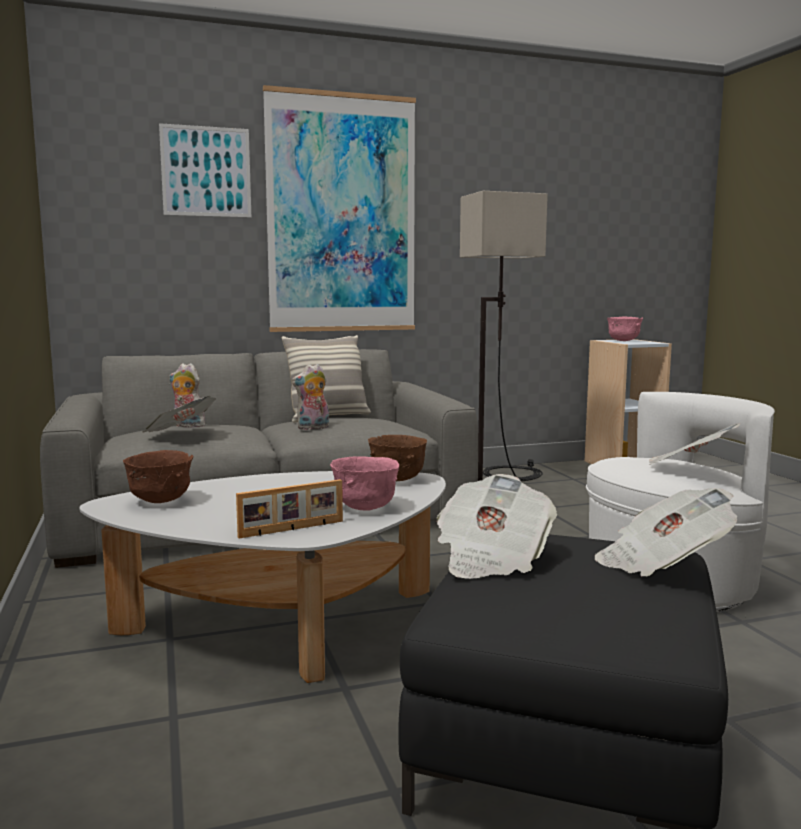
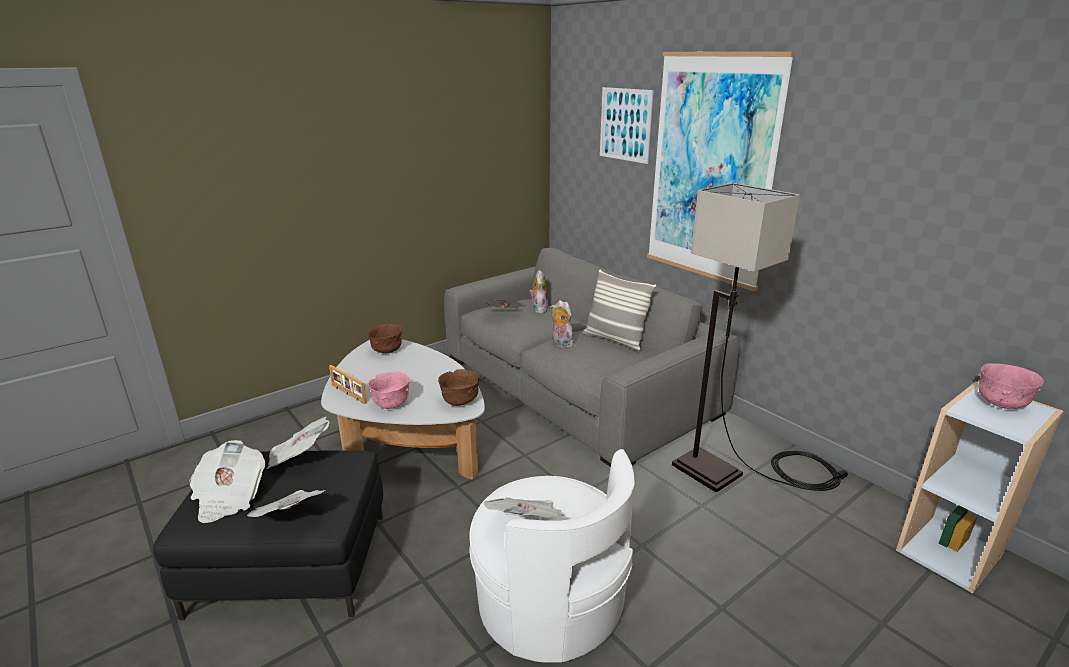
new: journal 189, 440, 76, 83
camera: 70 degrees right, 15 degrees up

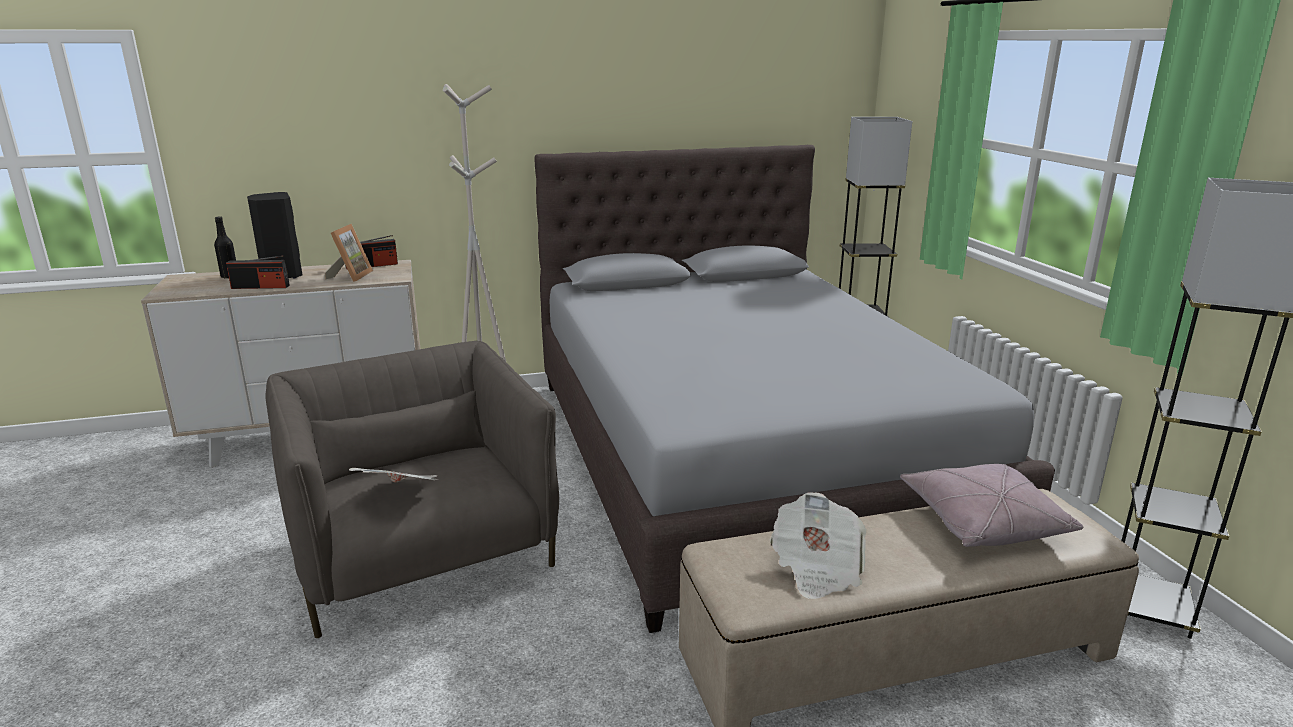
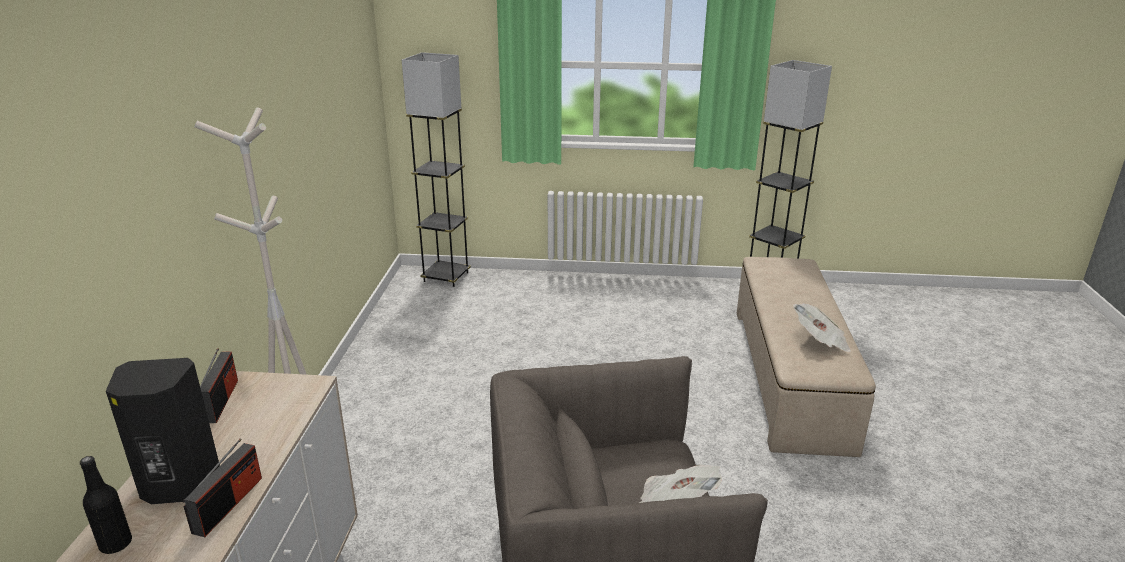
gone: cadre photo 324, 224, 49, 58; lit (gris) 535, 145, 520, 488; coussin (violet) 900, 464, 183, 83
camera: 70 degrees left, 5 degrees up

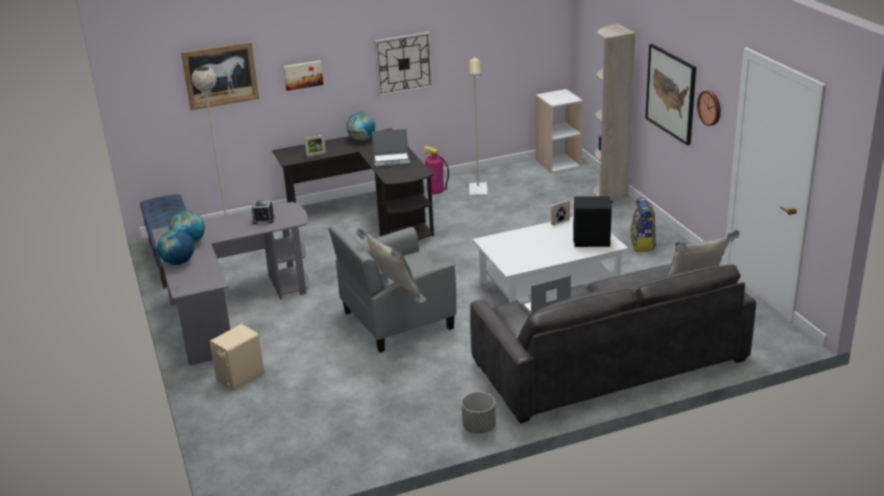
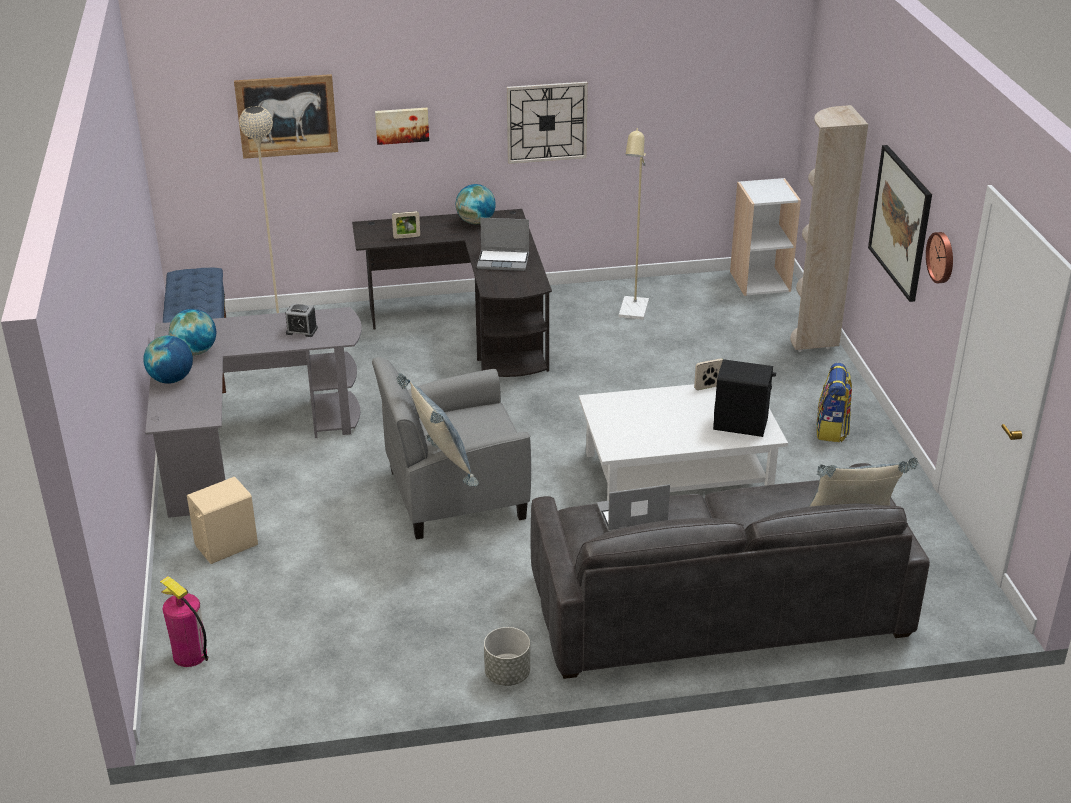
shifted: extincteur 423, 146, 26, 48 to 160, 576, 49, 91
camera: 10 degrees right, 5 degrees up

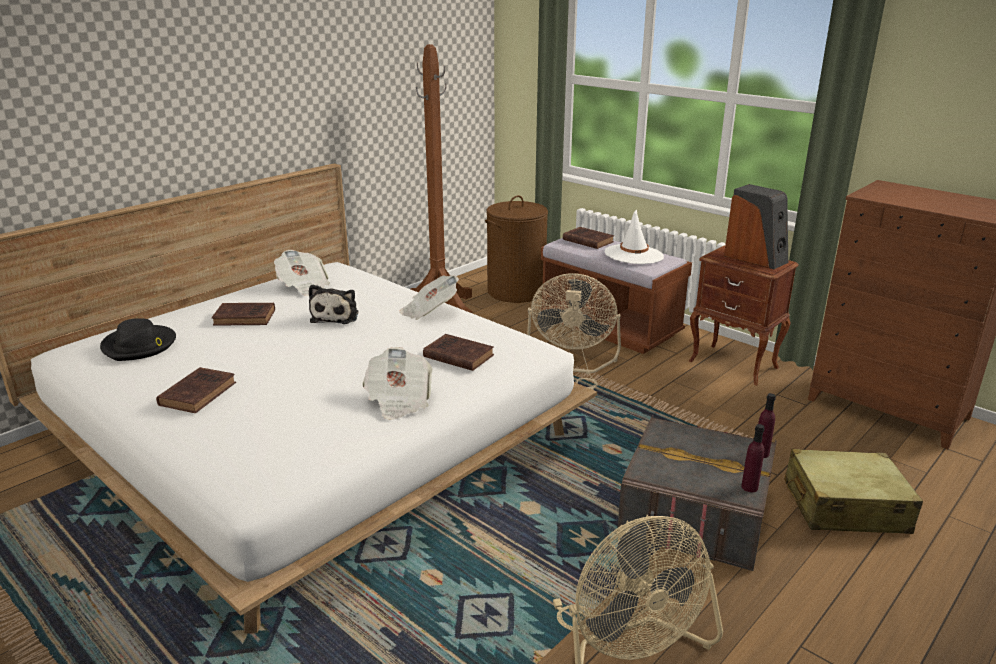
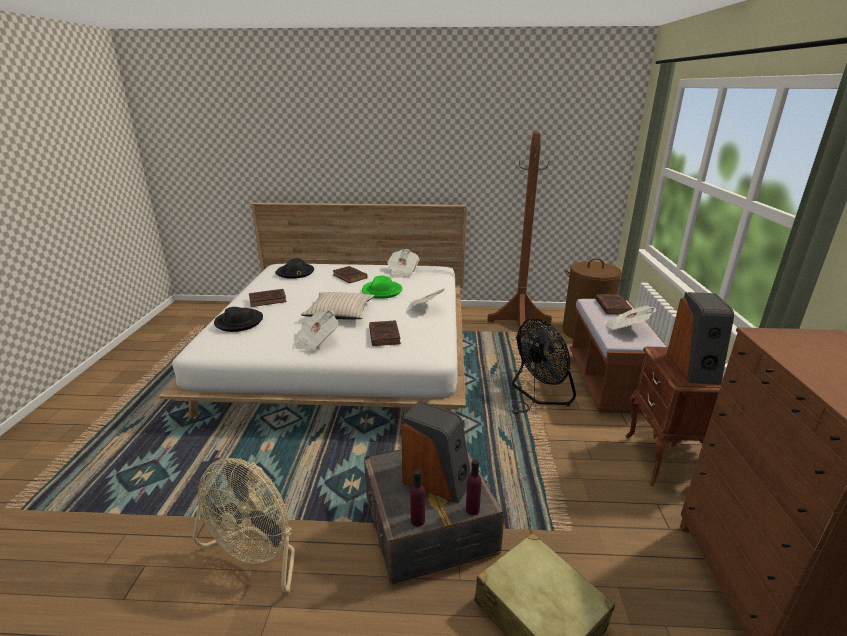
new: chapeau (noir) 214, 307, 49, 25; coussin (beige) 301, 292, 73, 27; enceinte 401, 400, 70, 103
swapped: peluche 309, 284, 50, 40 to chapeau (vert) 362, 275, 40, 24; chapeau (blanc) 605, 209, 59, 55 to journal 604, 306, 52, 24
repainted: ventilateur (beige) 527, 273, 94, 117 to ventilateur (noir) 512, 319, 64, 95
camera: 50 degrees right, 0 degrees up

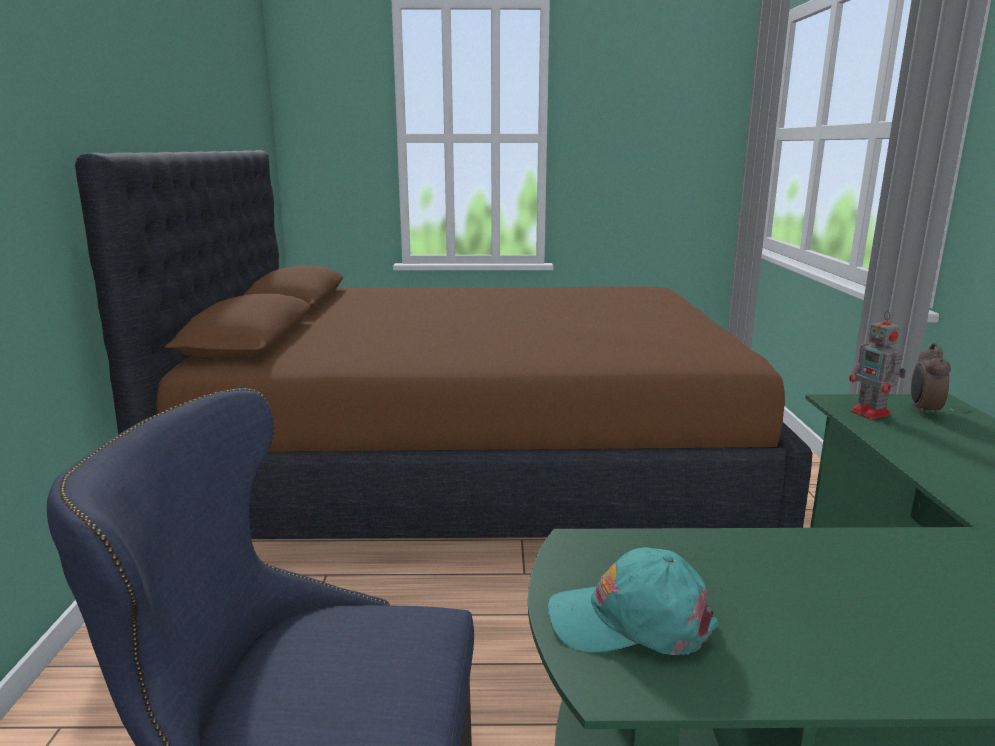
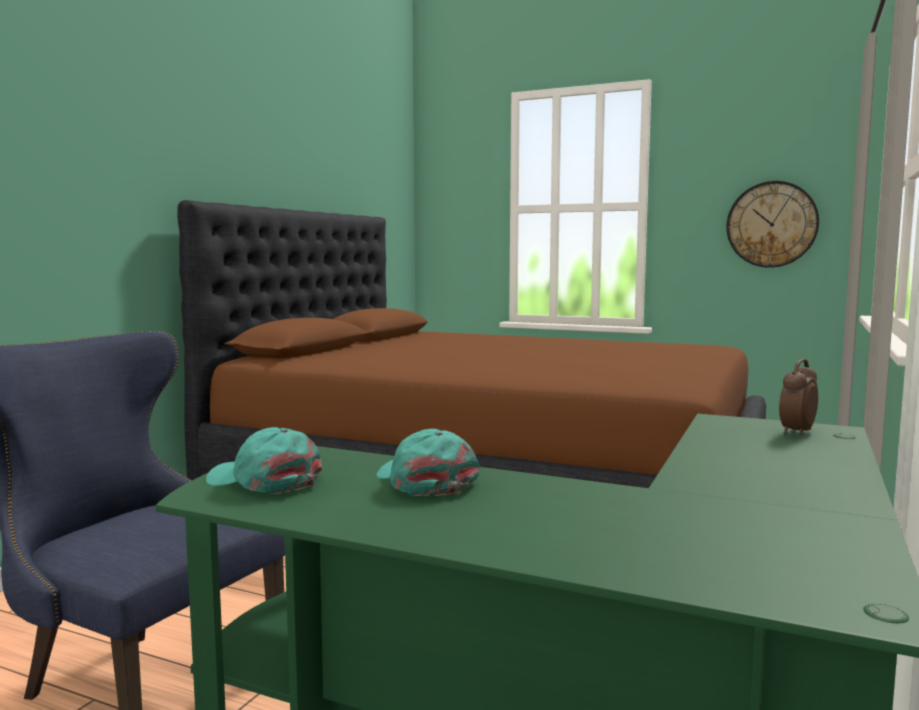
gone: robot jouet 849, 311, 57, 108
new: casquette (turquoise) 377, 429, 103, 67; horloge murale 726, 181, 93, 87
camera: 25 degrees right, 10 degrees down

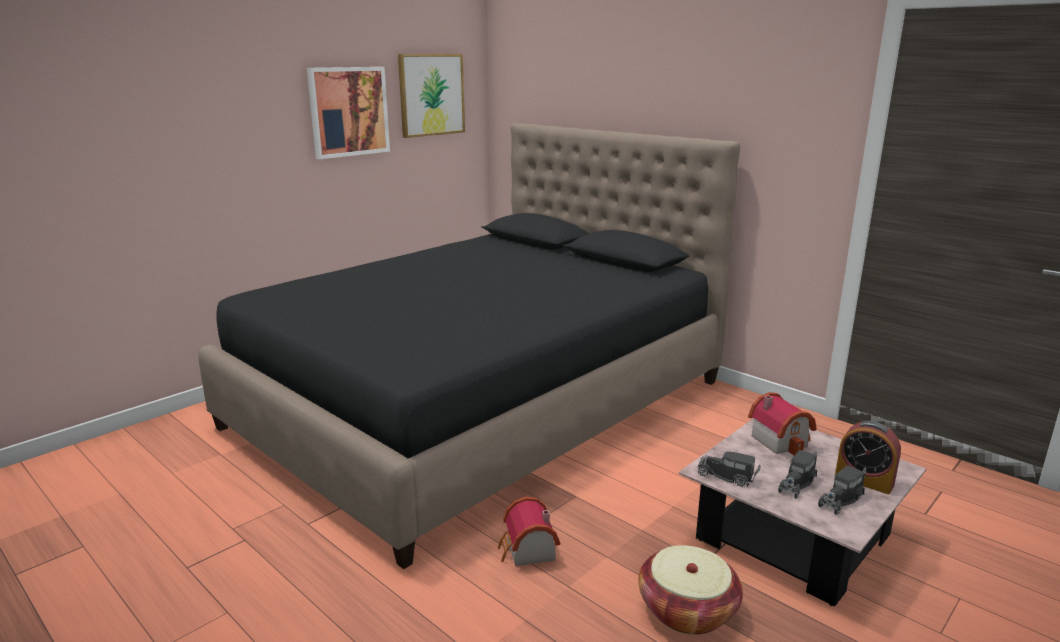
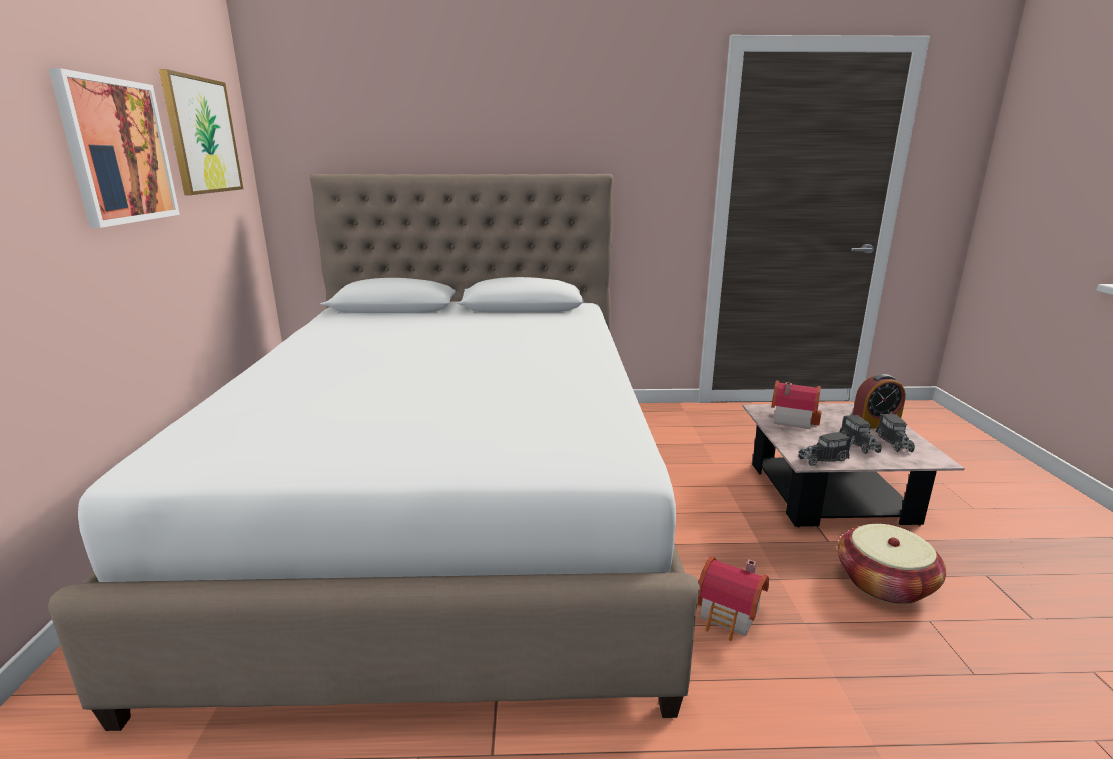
repainted: lit (noir) 198, 123, 542, 446 to lit (blanc) 48, 174, 652, 557
camera: 45 degrees left, 0 degrees up

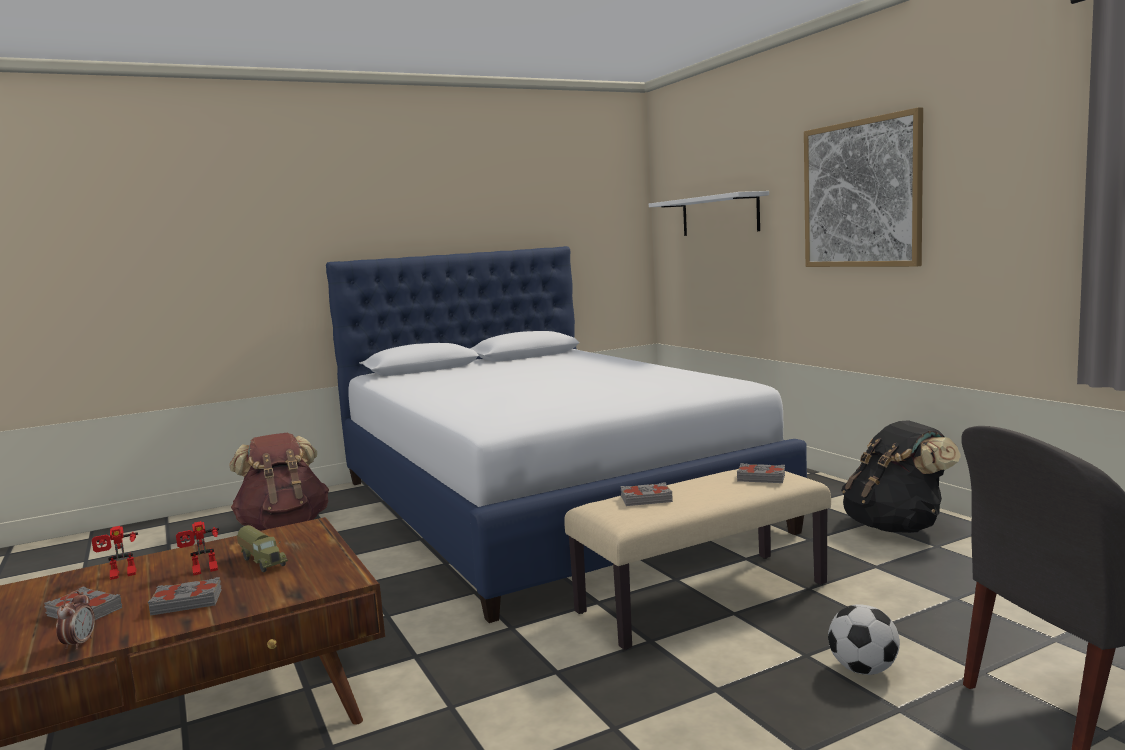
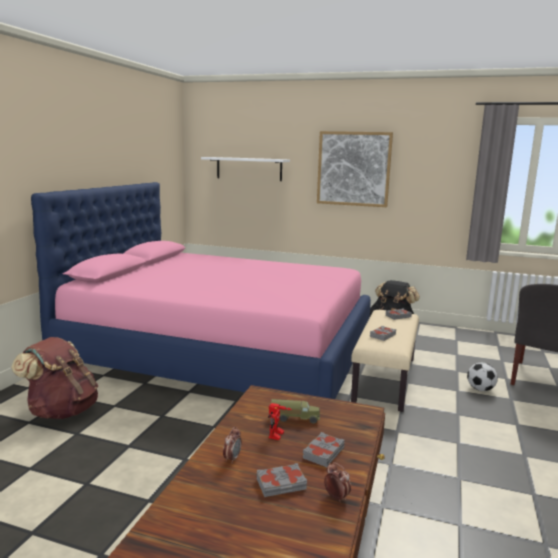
swapped: robot jouet 92, 526, 46, 54 to réveil 223, 427, 19, 37
repainted: lit (blanc) 326, 246, 481, 377 to lit (rose) 31, 182, 340, 217
camera: 45 degrees left, 5 degrees up

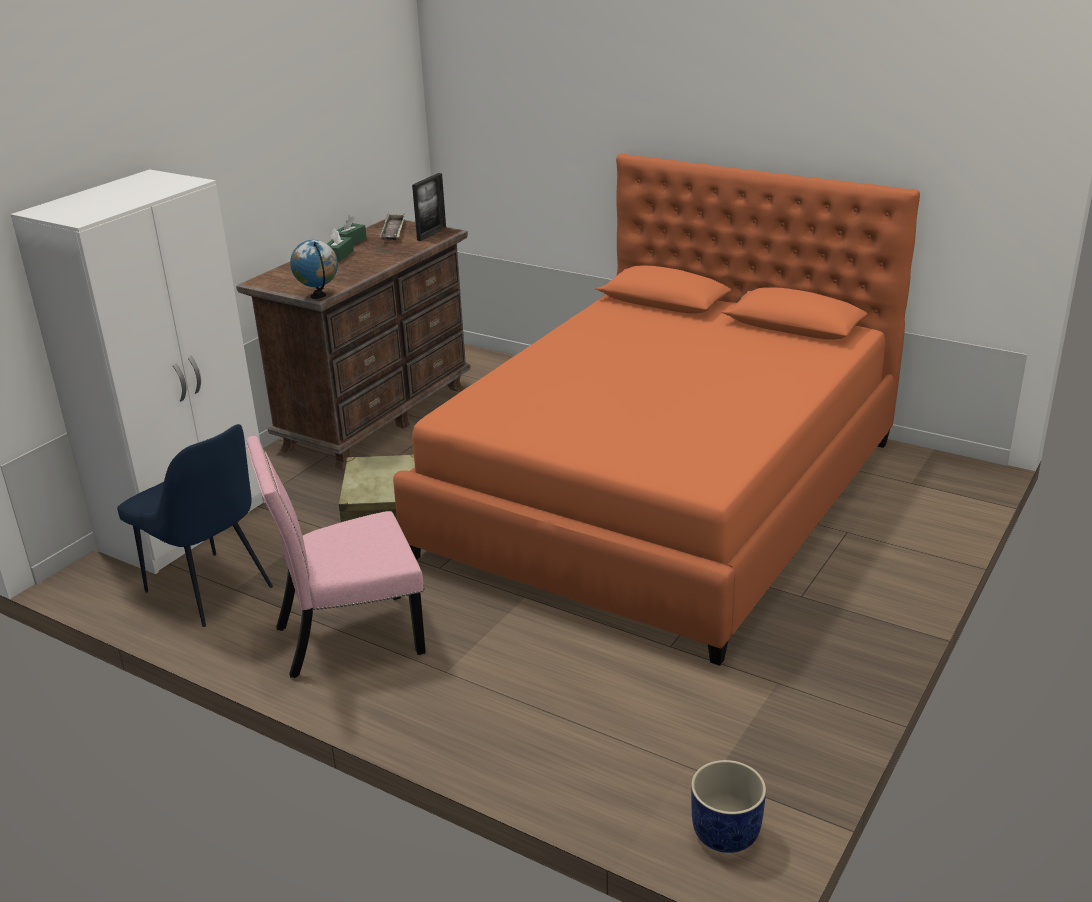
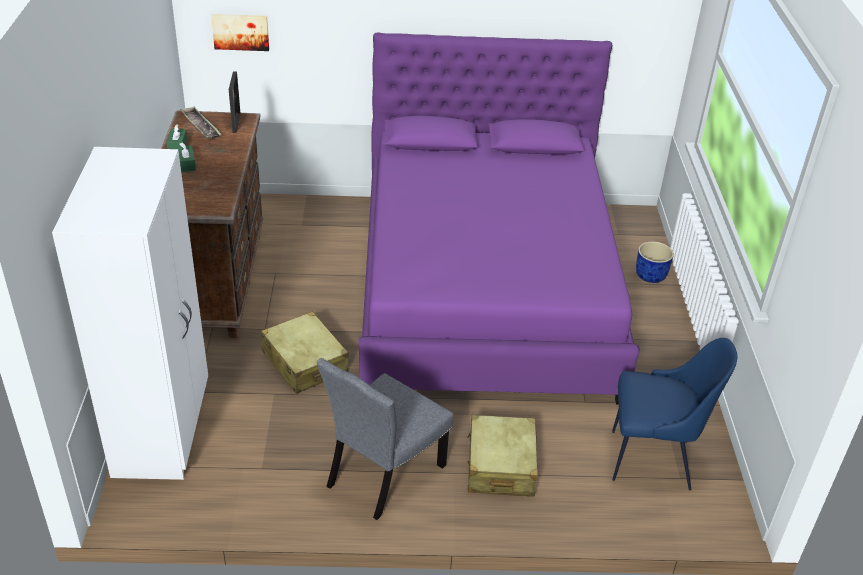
gone: globe 290, 240, 48, 59
new: tableau 211, 14, 58, 37; valise (beige) 467, 415, 71, 82
shifted: chaise (bleu) 117, 424, 156, 203 to 612, 338, 125, 153; cache-pot (bleu) 691, 760, 75, 93 to 636, 241, 38, 42
repainted: chaise (rose) 247, 436, 179, 242 to chaise (gris) 317, 358, 137, 162; lit (orange) 393, 154, 527, 512 to lit (violet) 358, 32, 282, 373
camera: 35 degrees left, 10 degrees up

